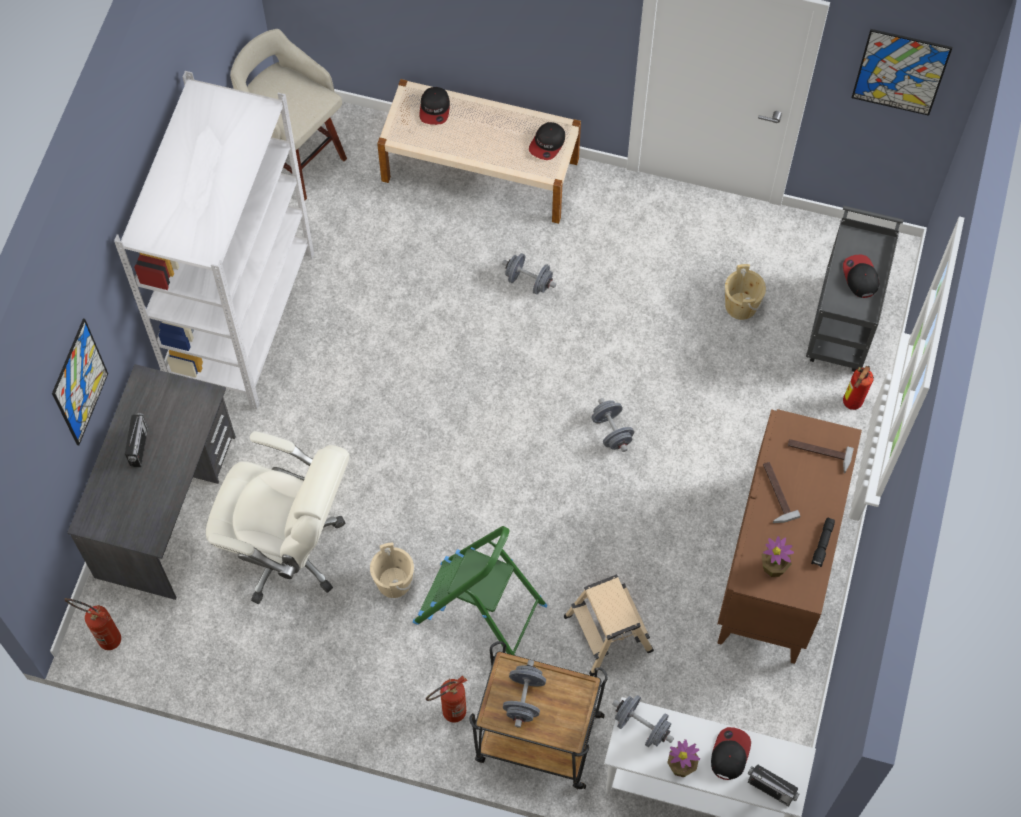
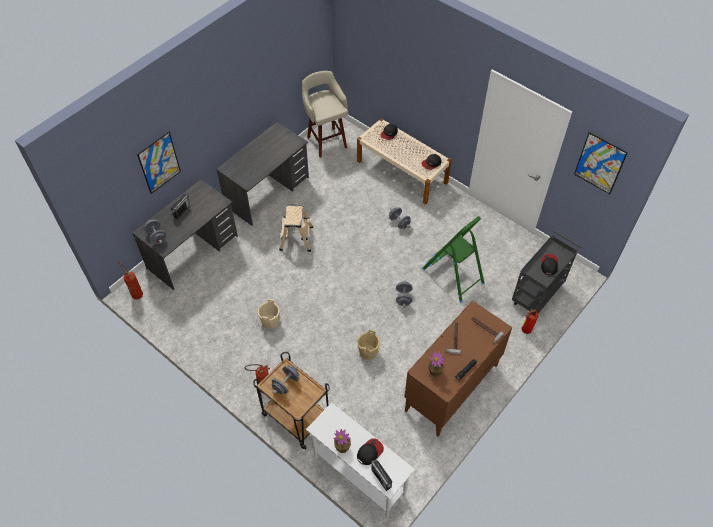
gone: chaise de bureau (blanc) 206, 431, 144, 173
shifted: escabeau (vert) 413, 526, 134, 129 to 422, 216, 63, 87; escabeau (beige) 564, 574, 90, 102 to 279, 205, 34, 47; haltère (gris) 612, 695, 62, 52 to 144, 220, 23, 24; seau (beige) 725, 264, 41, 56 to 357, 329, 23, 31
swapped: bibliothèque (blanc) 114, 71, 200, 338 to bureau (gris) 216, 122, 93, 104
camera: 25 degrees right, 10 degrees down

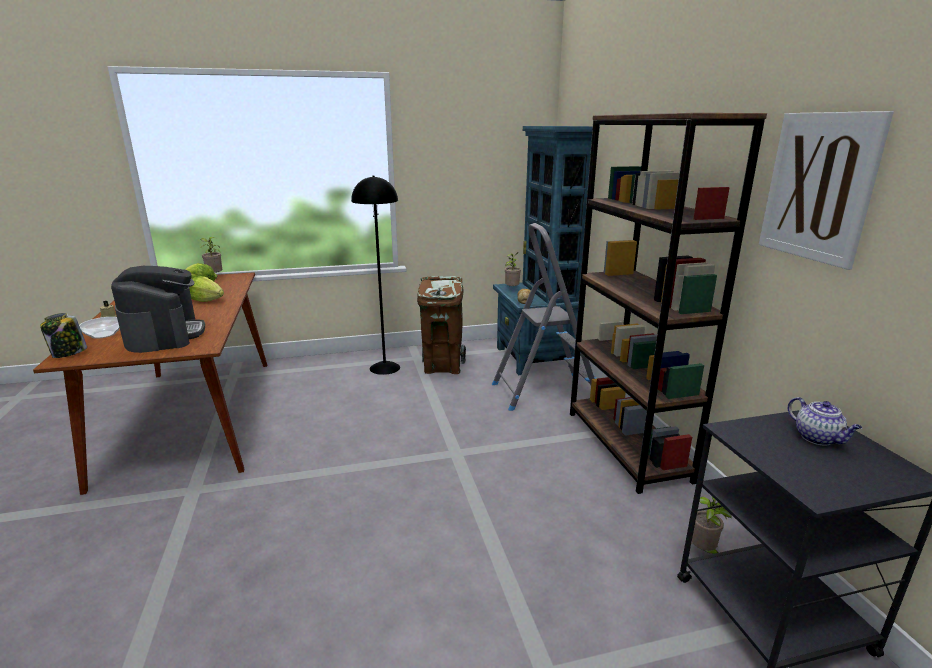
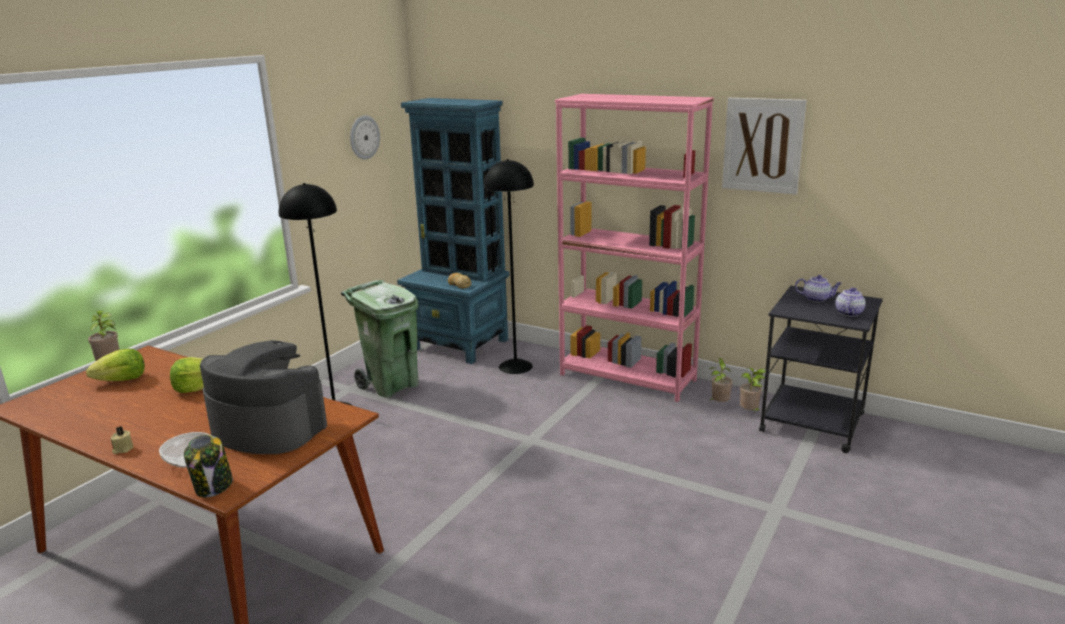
new: horloge murale 350, 115, 30, 45; théière 835, 288, 31, 29
shifted: plante en pot 504, 252, 17, 35 to 709, 358, 24, 44
swapped: escabeau (gris) 492, 223, 105, 188 to lampadaire (noir) 484, 159, 50, 215
repainted: poubelle (marron) 417, 276, 49, 98 to poubelle (vert) 341, 280, 78, 118; bibliothèque (marron) 570, 113, 197, 381 to bibliothèque (rose) 555, 94, 159, 308
camera: 45 degrees left, 0 degrees up

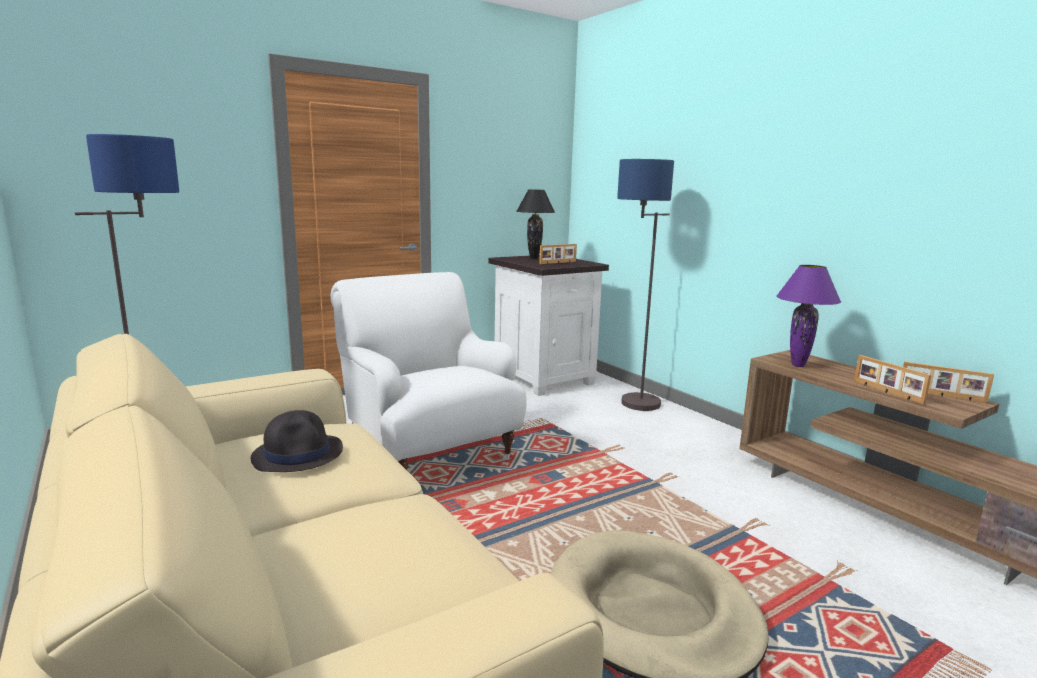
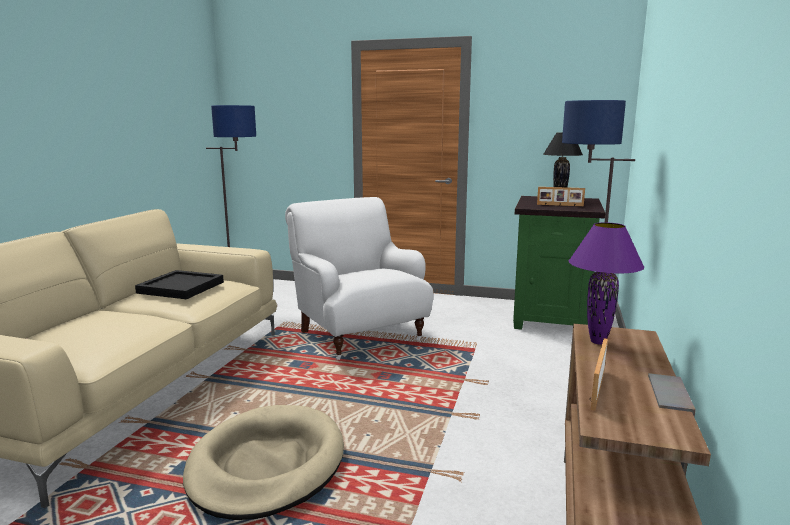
gone: cadre photo 903, 362, 91, 41
swapped: chapeau (noir) 251, 410, 92, 62 to plateau (noir) 135, 270, 89, 29
repainted: meuble de rangement (blanc) 488, 255, 121, 141 to meuble de rangement (vert) 513, 196, 92, 134
rotated: fauteuil (blanc) 331, 272, 196, 198 = 285, 197, 148, 163 45 degrees counterclockwise
camera: 50 degrees right, 0 degrees up

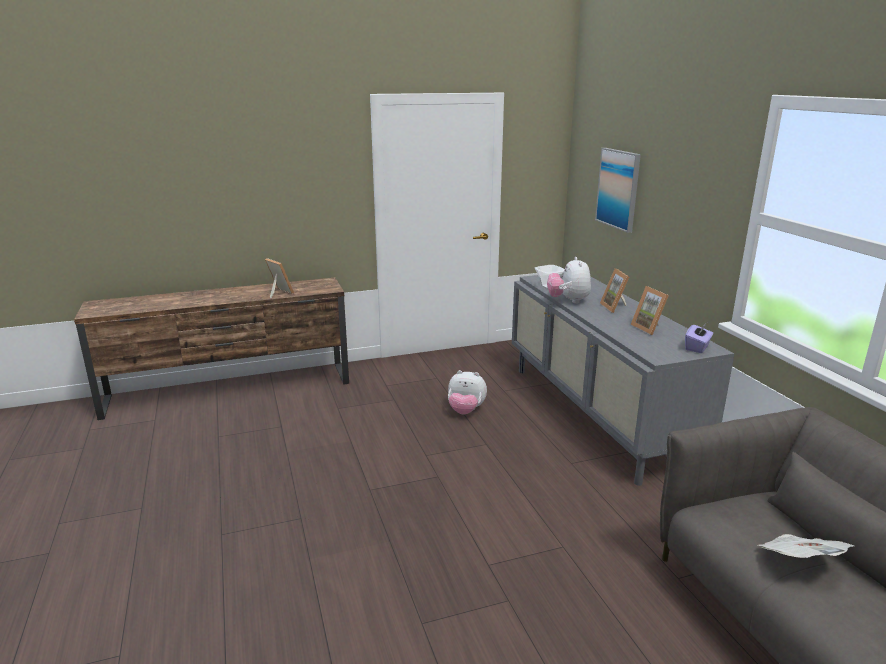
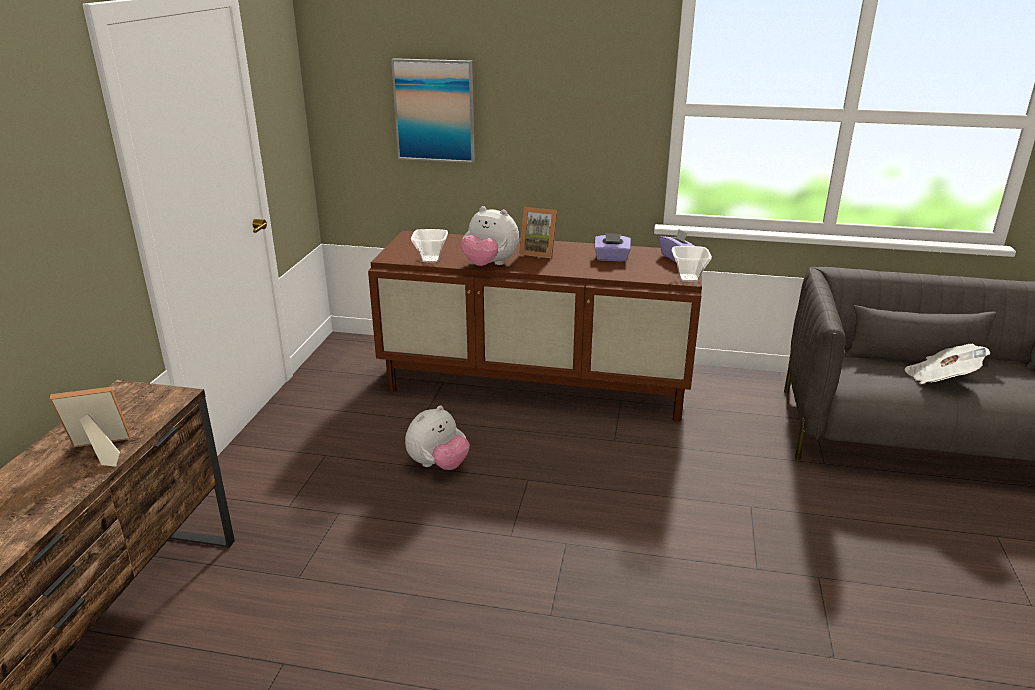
new: bol 672, 246, 40, 36
swapped: cadre photo 631, 286, 38, 49 to boîte à mouchoirs (violet) 595, 233, 36, 29
repainted: meuble de rangement (gris) 512, 275, 222, 211 to meuble de rangement (marron) 368, 231, 334, 191
camera: 60 degrees left, 5 degrees up

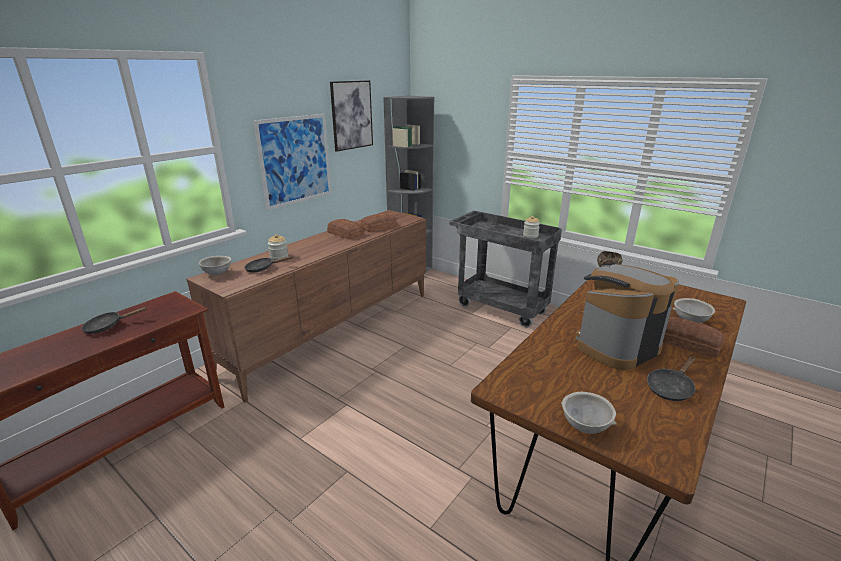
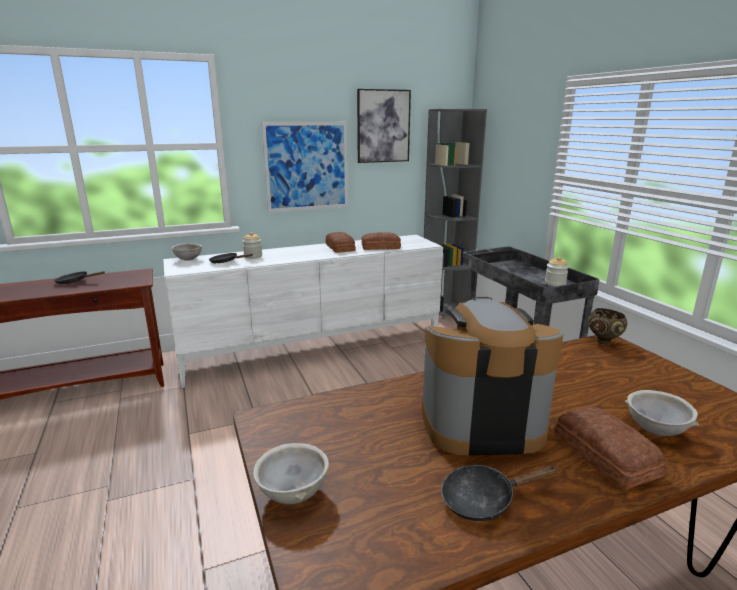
repainted: meuble de rangement (marron) 186, 210, 240, 193 to meuble de rangement (blanc) 163, 235, 280, 153
camera: 30 degrees right, 5 degrees down

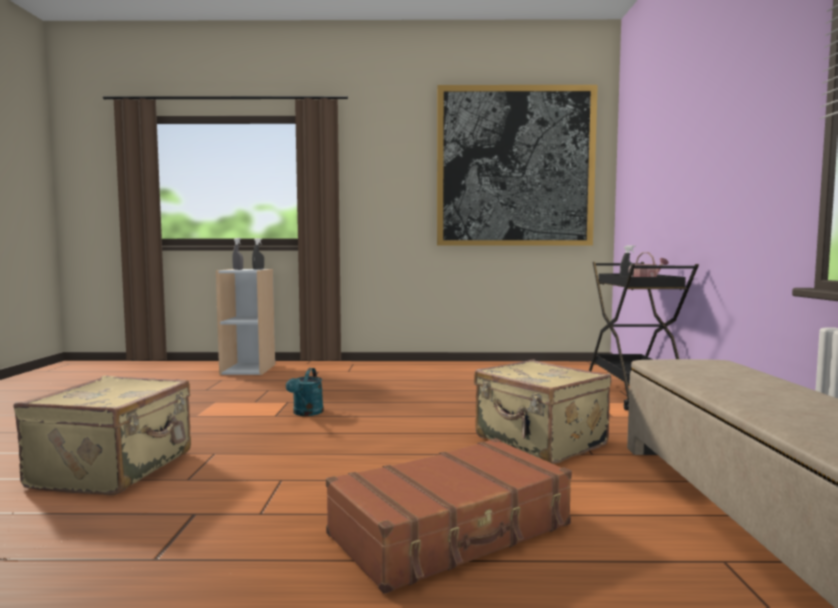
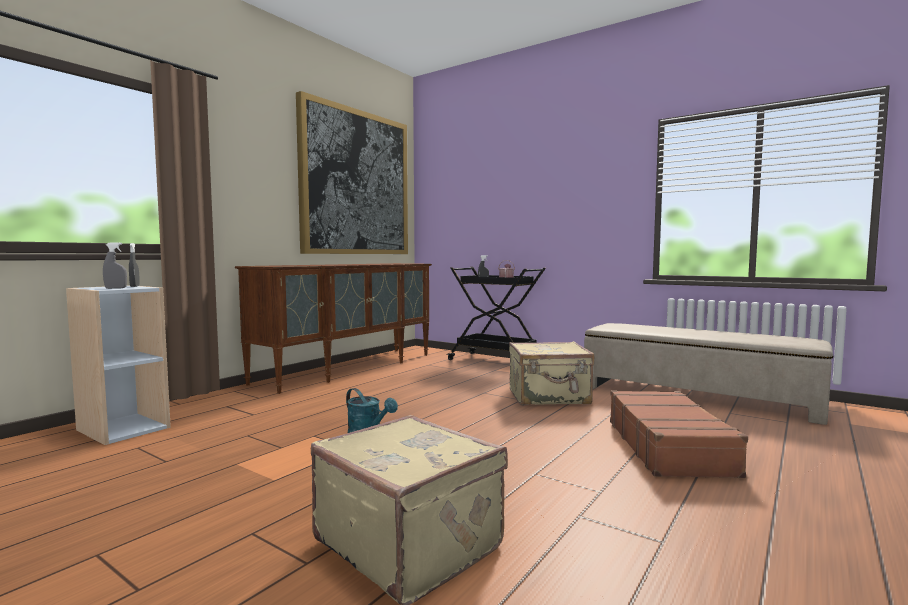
new: meuble de rangement (marron) 235, 263, 197, 131
camera: 55 degrees left, 0 degrees up

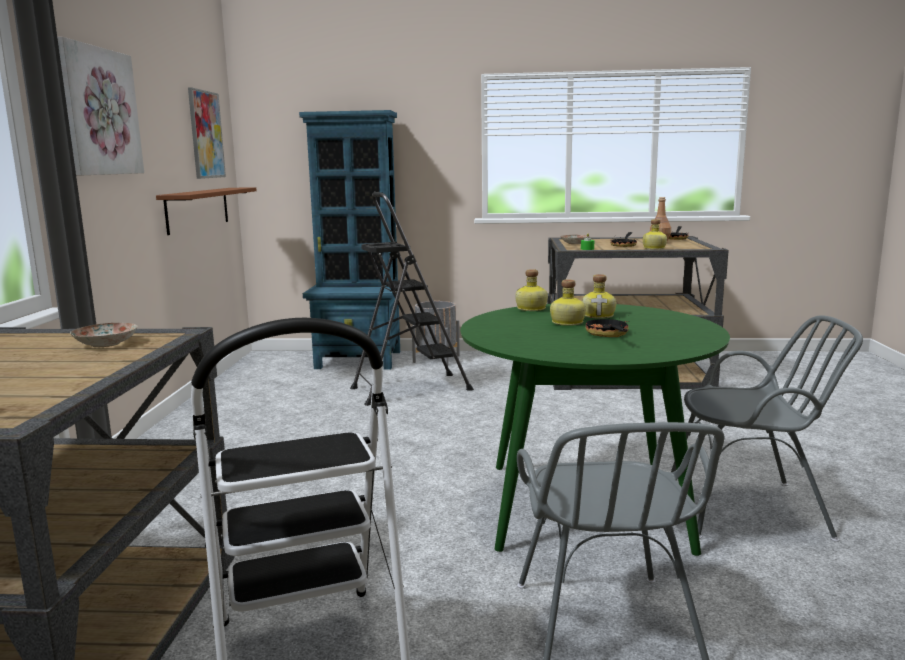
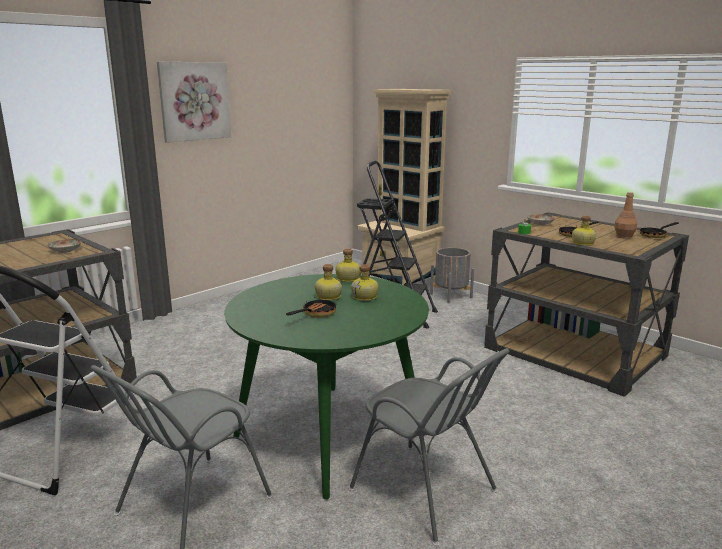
gone: étagère (marron) 156, 187, 101, 48; tableau 188, 87, 38, 92
repainted: meuble de rangement (bleu) 299, 110, 101, 259 to meuble de rangement (beige) 357, 89, 94, 196
camera: 40 degrees right, 5 degrees up

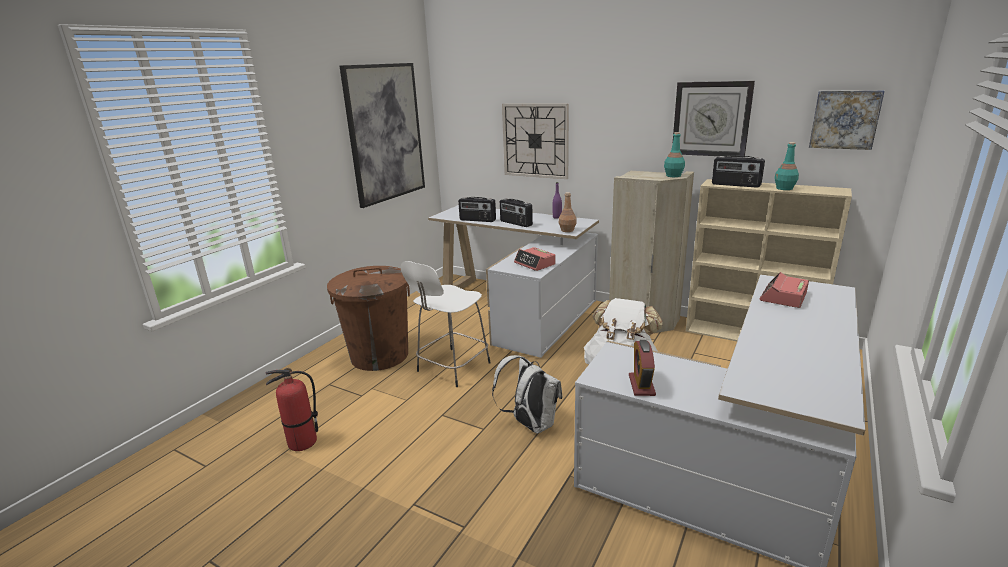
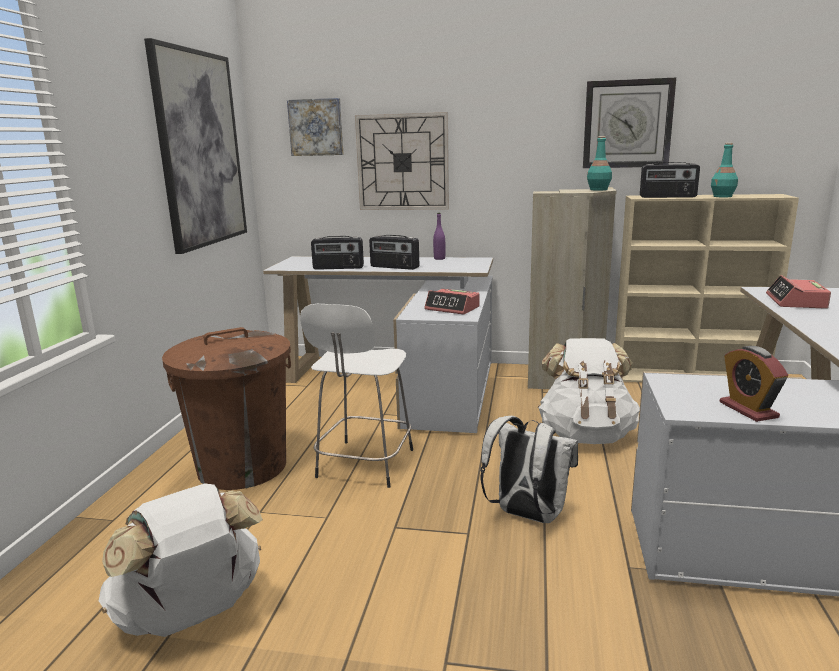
gone: bouteille (marron) 559, 192, 18, 40
shifted: tableau 809, 90, 75, 60 to 287, 98, 56, 58
swapped: extincteur 266, 368, 52, 83 to sac à dos (blanc) 99, 483, 164, 154
camera: 20 degrees left, 5 degrees down

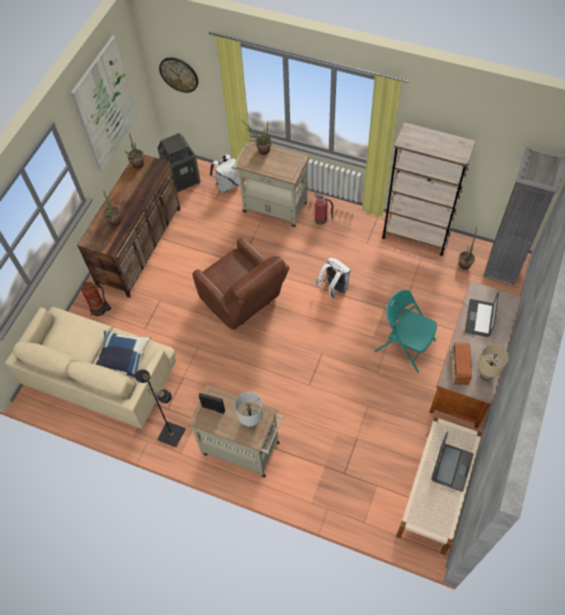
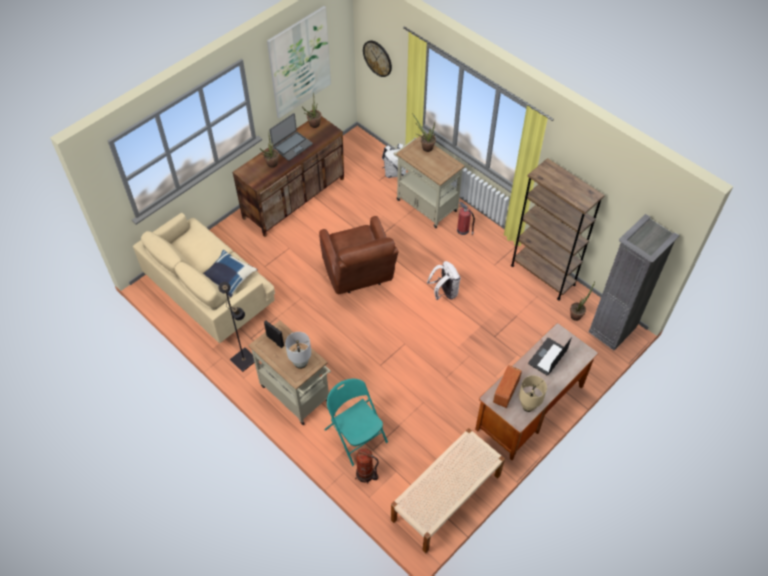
gone: poubelle 157, 133, 44, 60
shifted: extincteur 81, 282, 30, 34 to 355, 448, 24, 36; chaise (turquoise) 375, 290, 62, 83 to 325, 379, 63, 87; ordinateur portable 431, 432, 43, 60 to 270, 113, 43, 48
camera: 20 degrees right, 5 degrees down

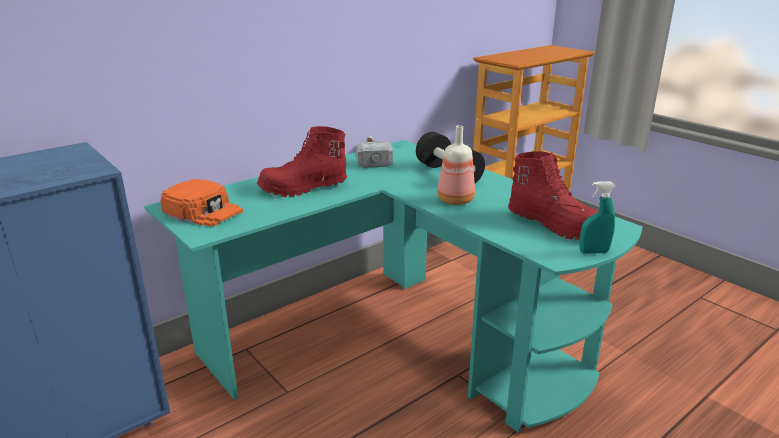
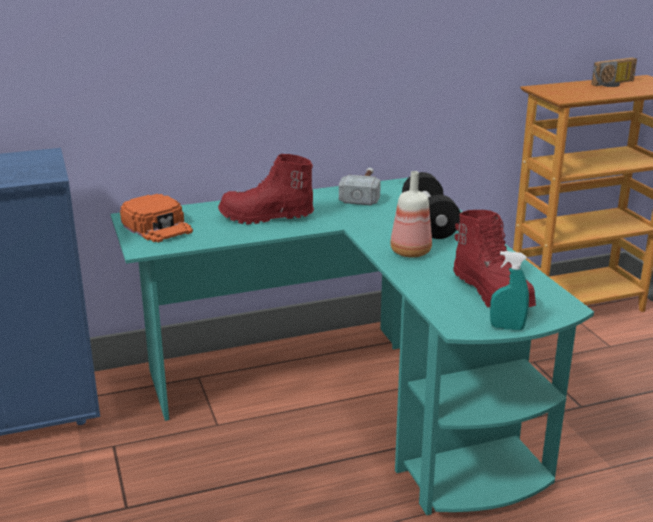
new: radio 592, 57, 45, 30
camera: 20 degrees right, 0 degrees up

